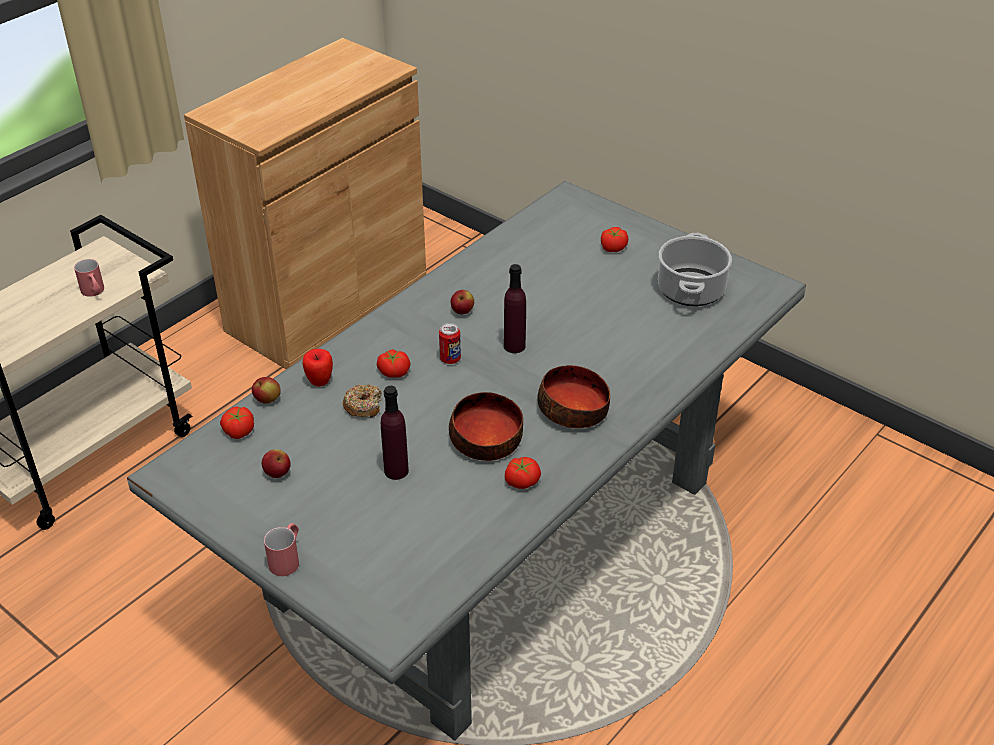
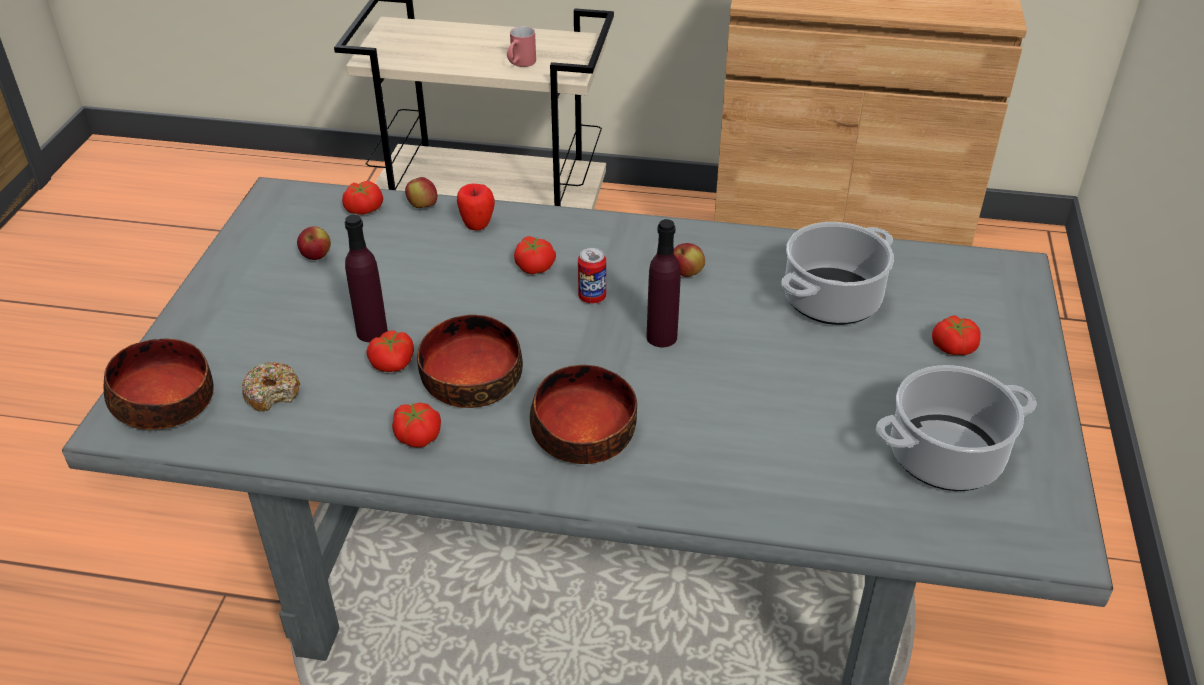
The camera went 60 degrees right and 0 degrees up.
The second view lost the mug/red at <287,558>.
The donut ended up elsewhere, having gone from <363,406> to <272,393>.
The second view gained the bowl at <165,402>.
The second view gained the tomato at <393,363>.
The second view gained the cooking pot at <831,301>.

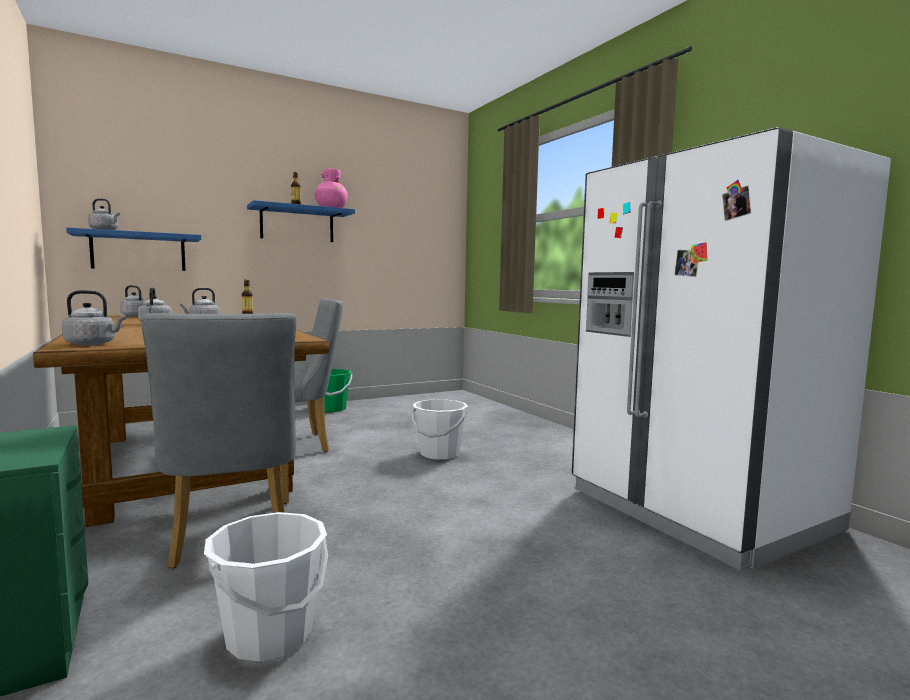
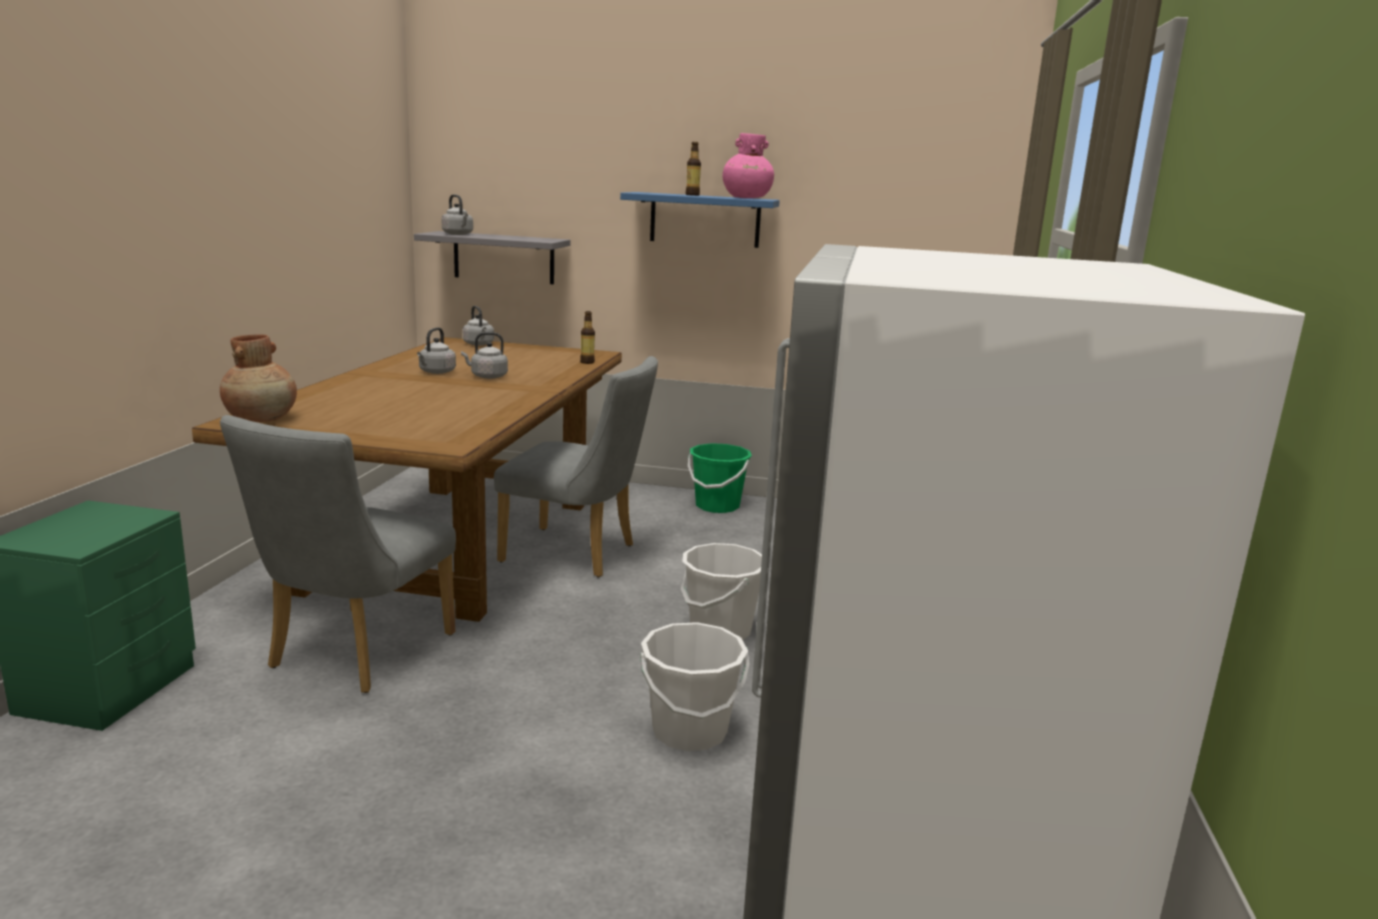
The camera went 40 degrees right and 10 degrees up.
Where the kettle/grey stood at <93,344>, the vase/brown came to stand at <262,419>.
What was the shelf/blue at <139,252> turned into the shelf/grey at <504,258>.
The bucket/white ended up elsewhere, having gone from <269,635> to <689,731>.

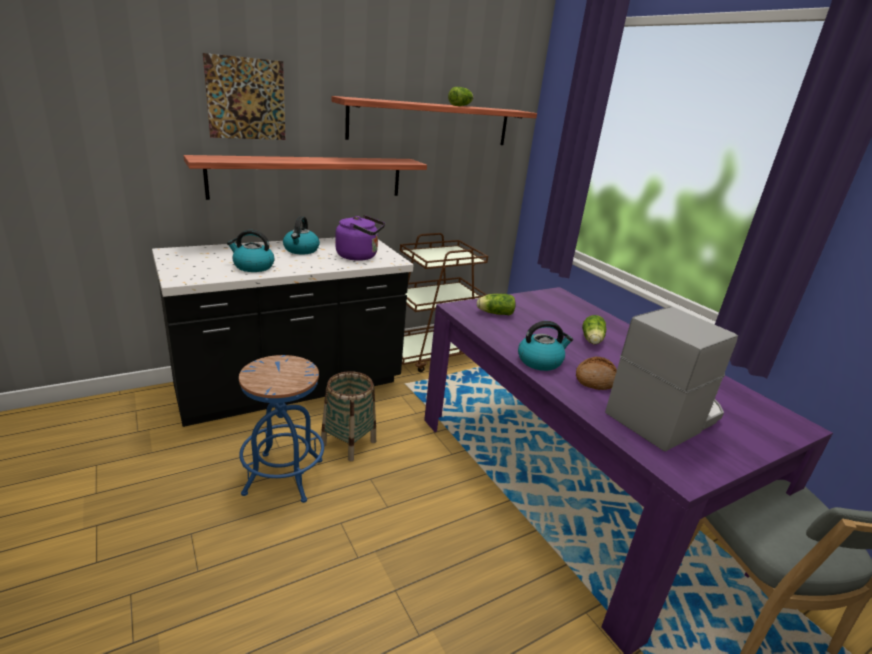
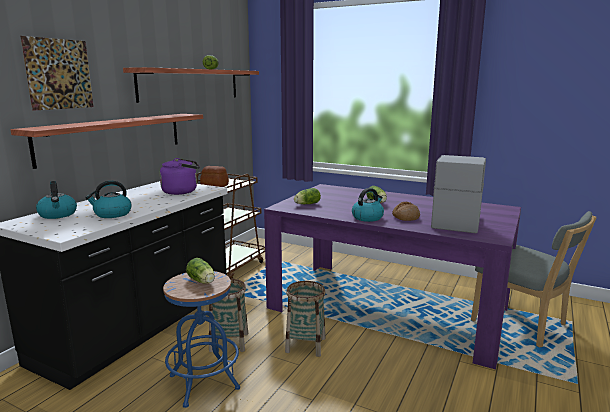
The camera went 30 degrees left and 10 degrees down.
The kettle ended up elsewhere, having gone from <301,250> to <58,215>.
The second view gained the lettuce at <202,281>.
The second view gained the bread at <214,185>.
The second view gained the basket at <305,345>.

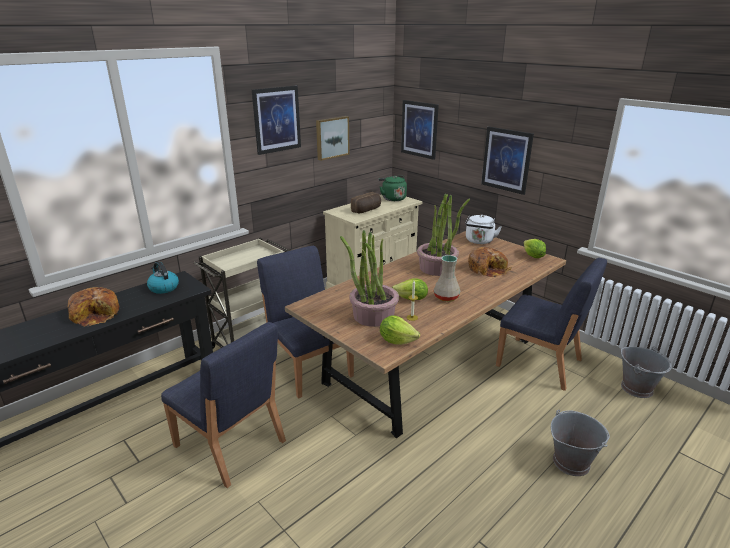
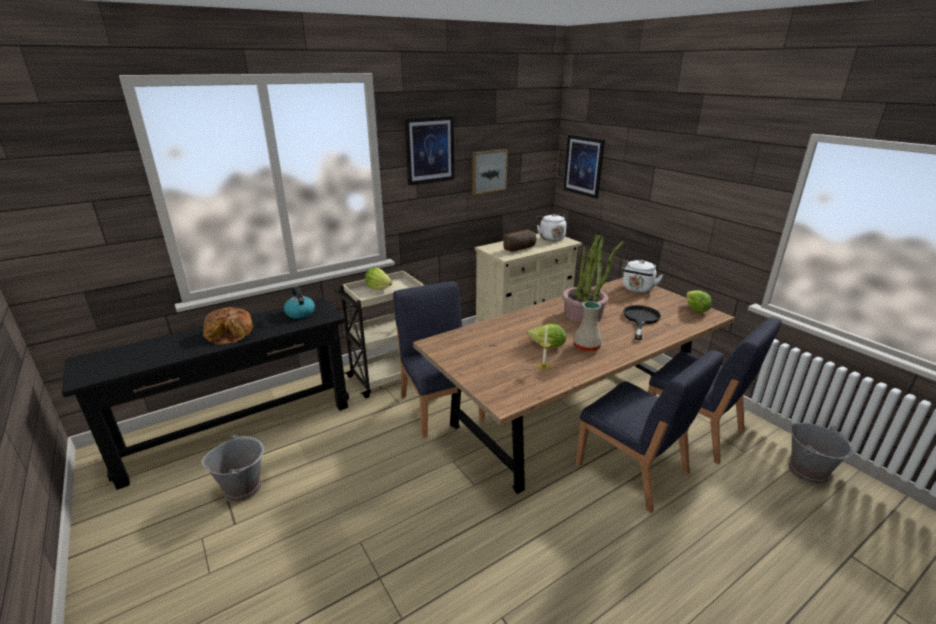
The camera went 10 degrees right and 0 degrees up.
The chair/blue ended up elsewhere, having gone from <230,444> to <633,470>.
The second view lost the potted plant at <373,315>.
What was the kettle/green at <392,198> turned into the kettle/white at <550,238>.
The lettuce ended up elsewhere, having gone from <397,340> to <378,287>.
Where the bread stood at <487,268>, the frying pan/black came to stand at <640,319>.
The second view lost the picture at <506,160>.
The bucket/grey ended up elsewhere, having gone from <571,462> to <243,488>.

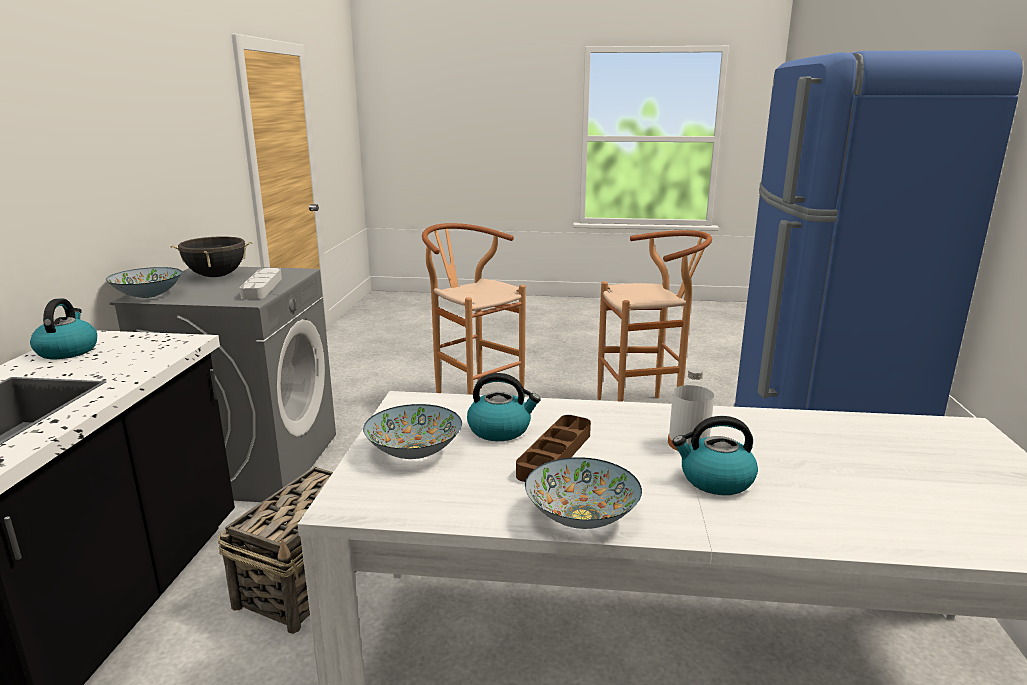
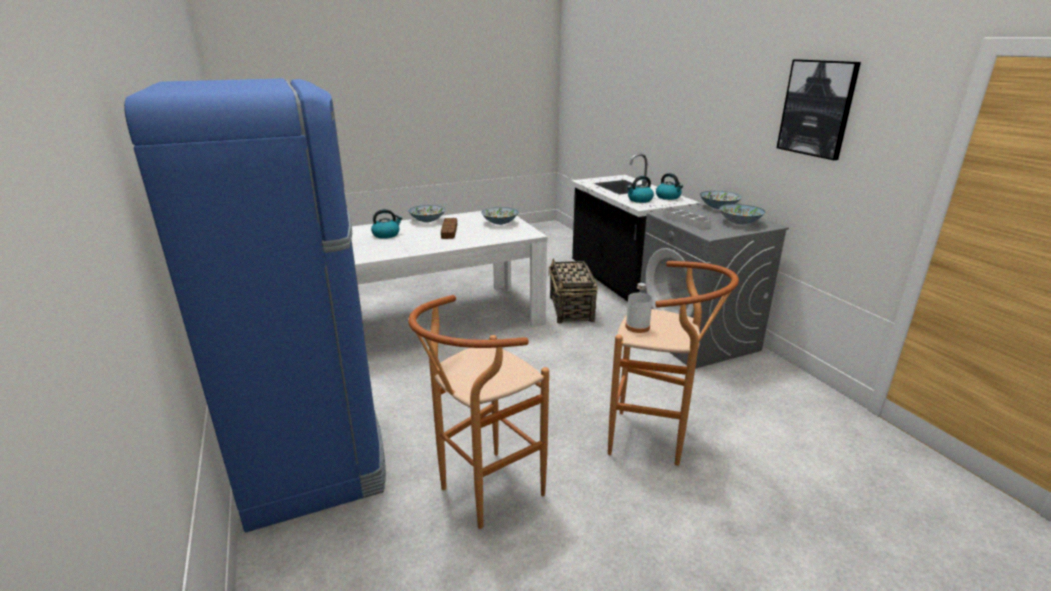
The camera went 150 degrees right and 5 degrees up.
Where the cooking pot/black stood at <216,276>, the bowl came to stand at <739,222>.
The kettle ended up elsewhere, having gone from <500,429> to <639,200>.
The bottle/white ended up elsewhere, having gone from <688,443> to <637,327>.
The second view gained the picture at <817,108>.

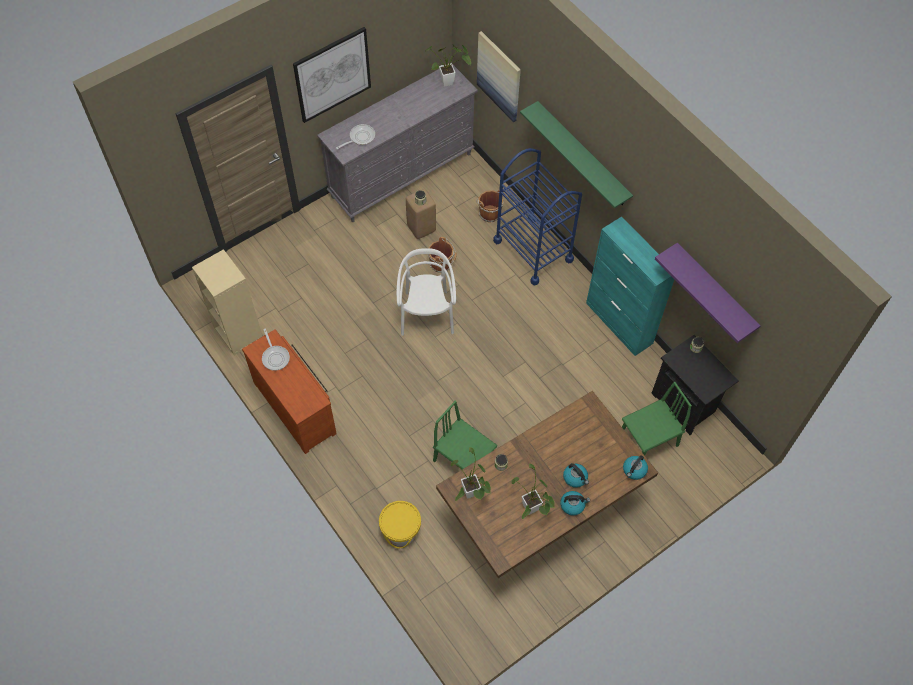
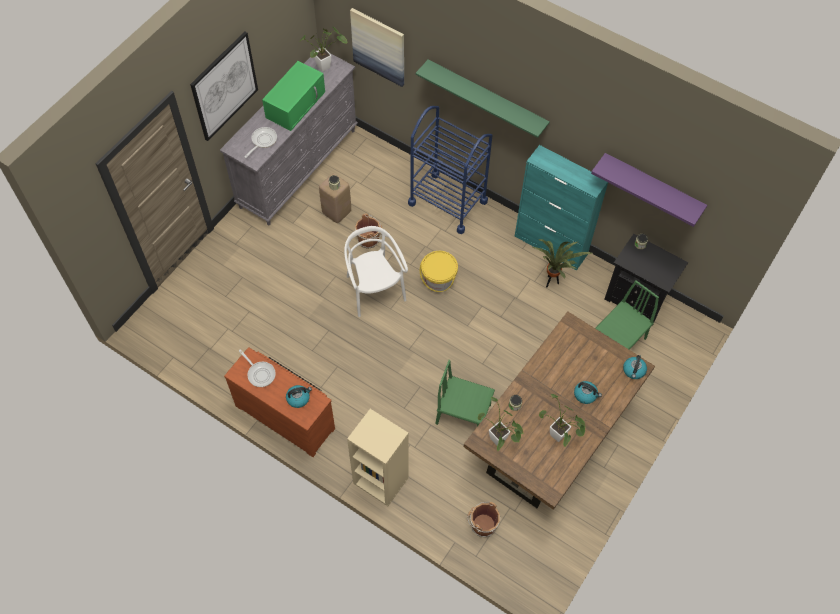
The camera went 20 degrees left and 0 degrees up.
The bookcase/beige ended up elsewhere, having gone from <237,332> to <380,480>.
The bucket/yellow ended up elsewhere, having gone from <400,531> to <438,280>.
The bucket/brown ended up elsewhere, having gone from <489,213> to <482,525>.
The kettle ended up elsewhere, having gone from <573,505> to <298,398>.
The second view gained the microwave/green at <296,104>.
The second view gained the potted plant at <551,282>.

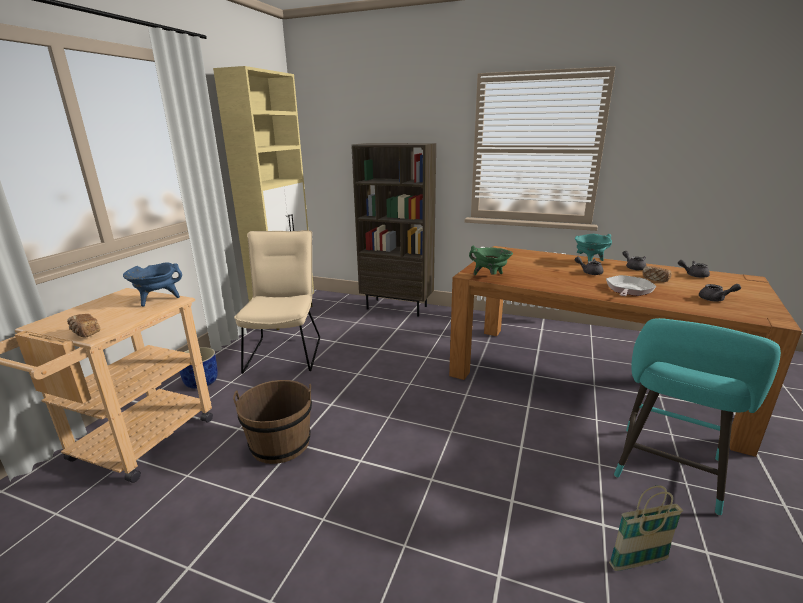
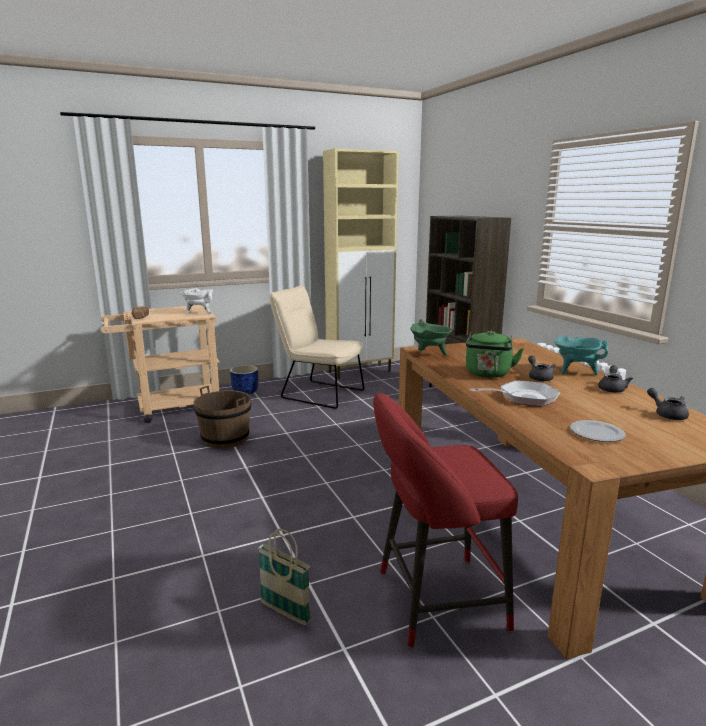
The camera went 45 degrees right and 5 degrees down.
What was the cooking pot/blue at <157,300> turned into the cooking pot/white at <199,312>.
The chair/beige at <285,351> ended up facing another way, 105 degrees counterclockwise from before.
What was the stool/turquoise at <667,472> turned into the stool/red at <433,601>.
The second view lost the bread at <655,279>.
Where the teapot/grey stood at <715,299>, the plate came to stand at <598,433>.
The second view gained the kettle/green at <488,374>.

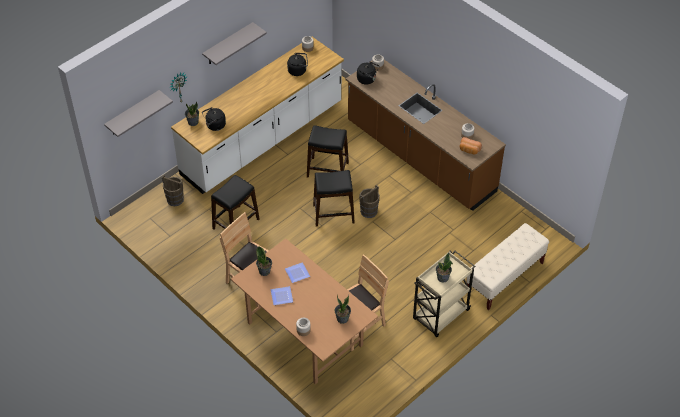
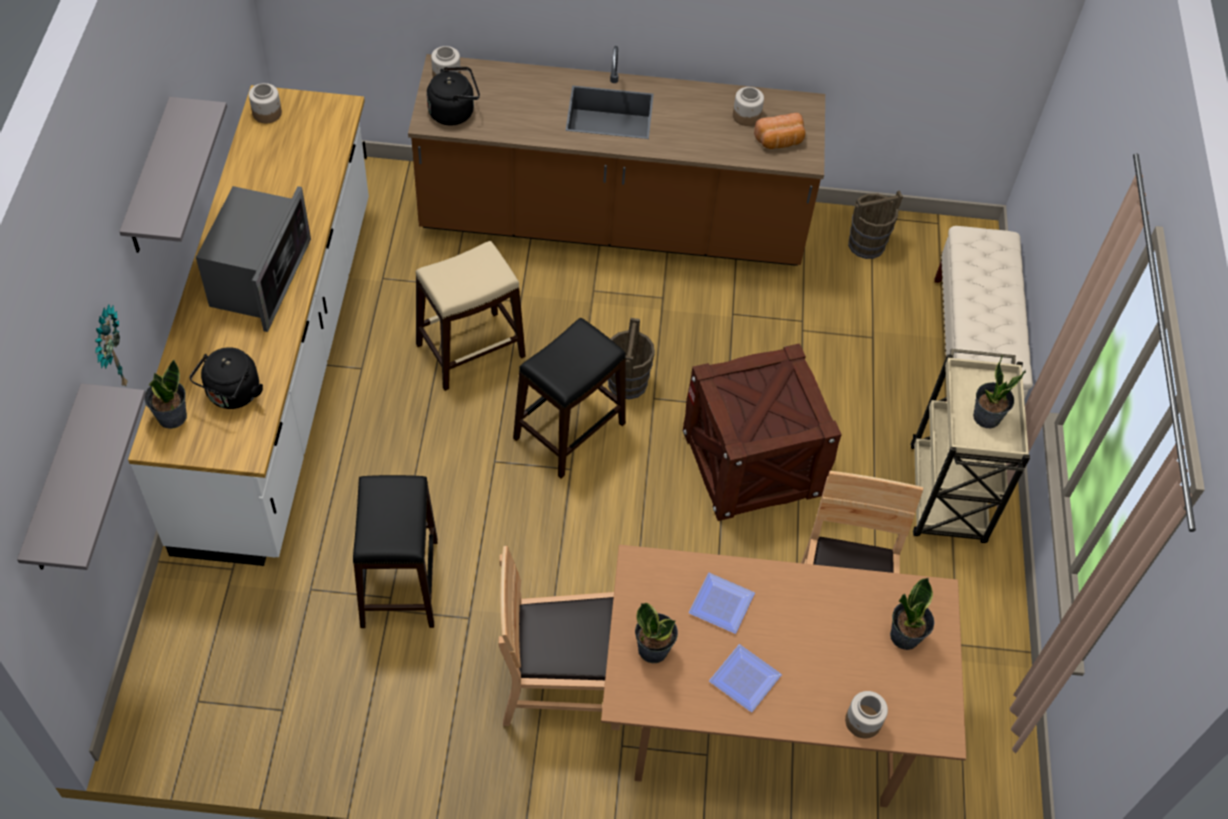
The camera went 45 degrees left and 5 degrees up.
The bucket/brown ended up elsewhere, having gone from <175,199> to <866,244>.
The second view lost the kettle/black at <298,70>.
What was the stool/black at <327,169> turned into the stool/beige at <470,350>.
The second view gained the microwave at <259,277>.
The second view gained the crate at <751,462>.

